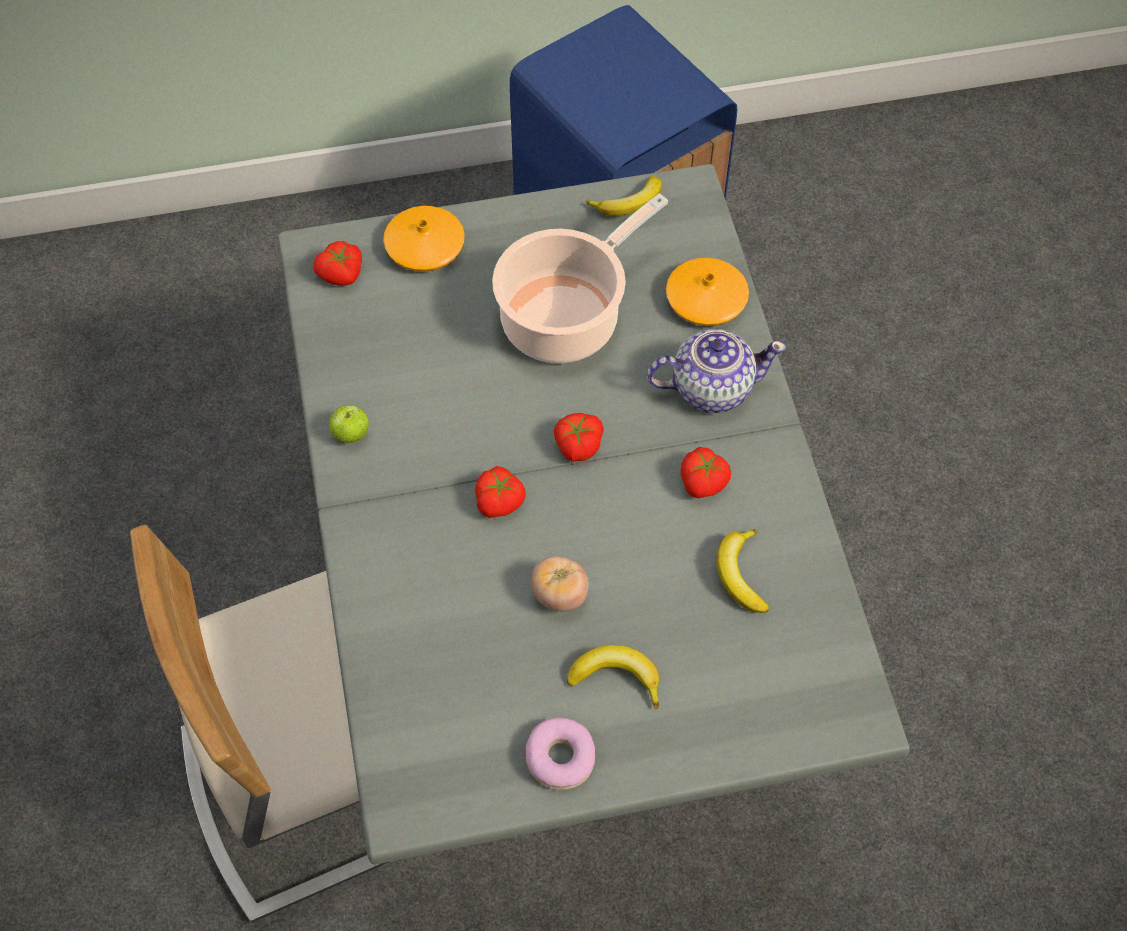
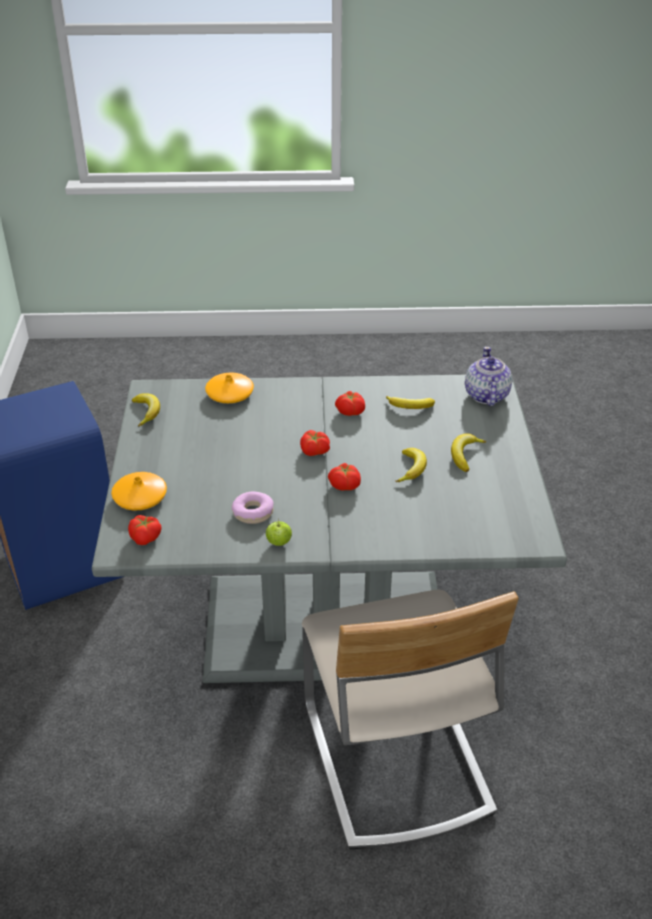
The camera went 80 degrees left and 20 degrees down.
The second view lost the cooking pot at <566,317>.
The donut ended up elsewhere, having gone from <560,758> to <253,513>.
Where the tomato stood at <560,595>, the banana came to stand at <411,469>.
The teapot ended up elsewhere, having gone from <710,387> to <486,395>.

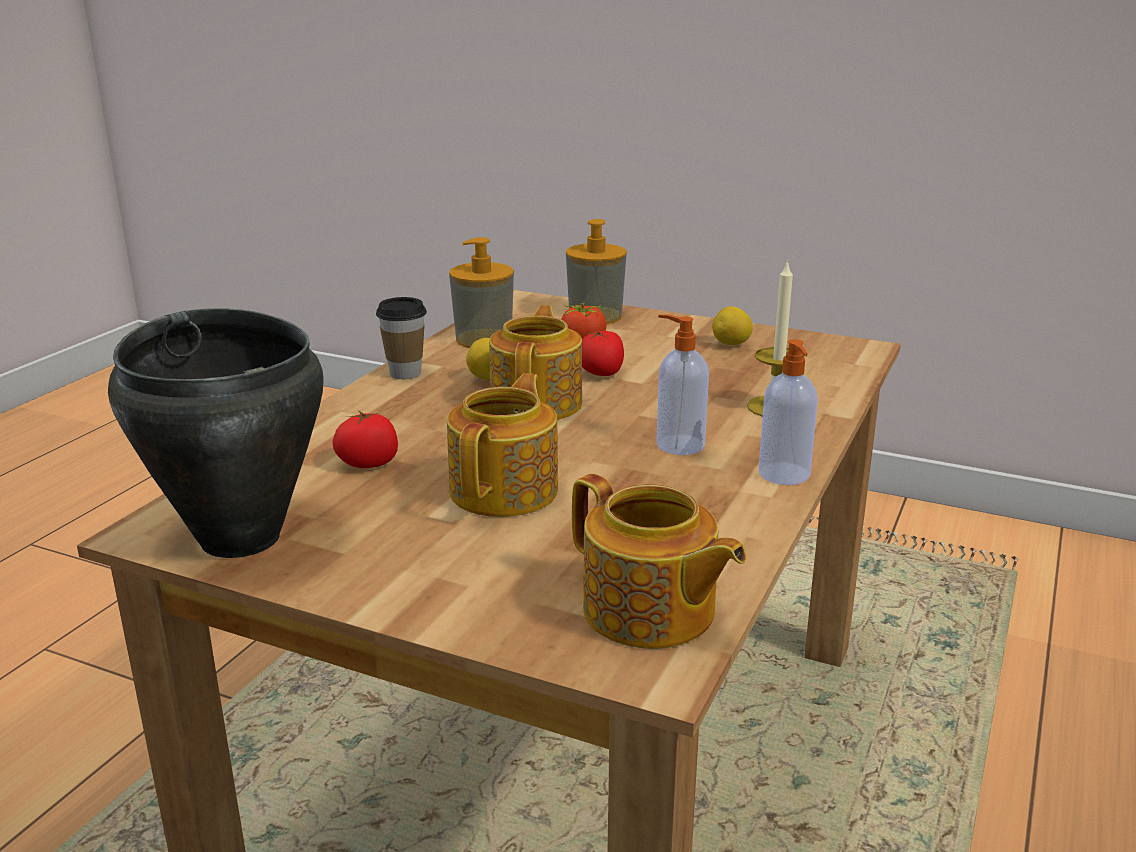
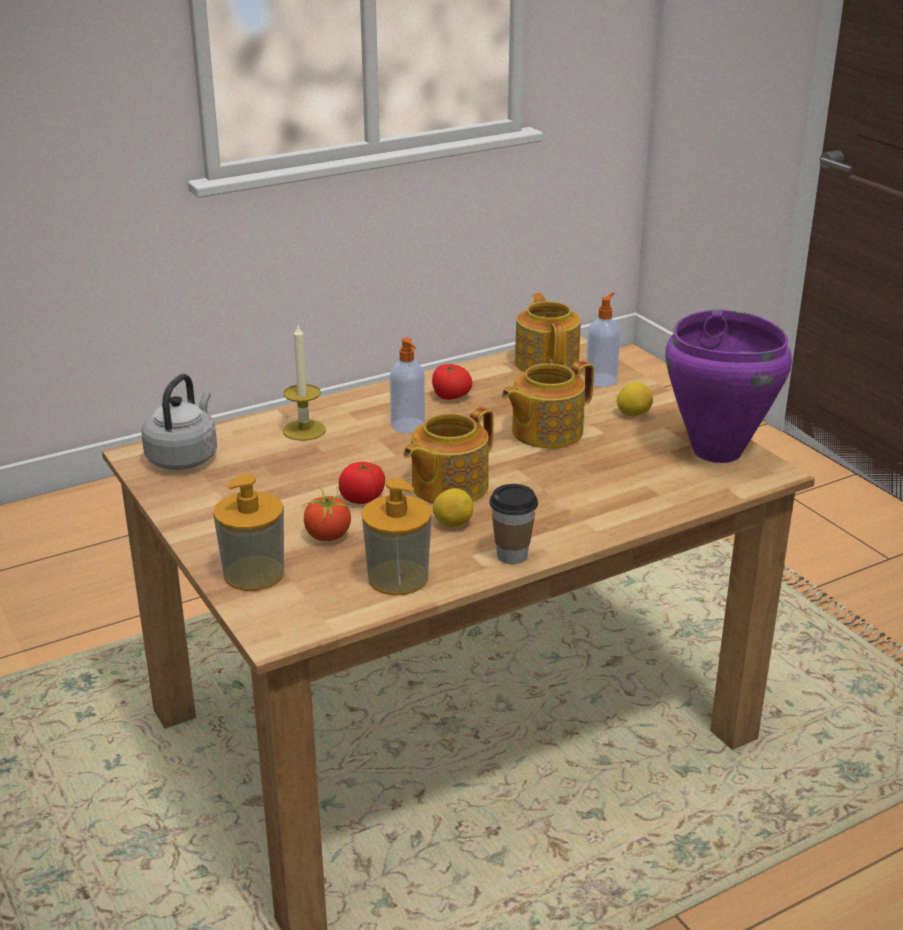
The camera went 145 degrees left and 5 degrees up.
What was the cooking pot/black at <241,537> turned into the cooking pot/purple at <716,452>.
The tomato ended up elsewhere, having gone from <368,463> to <450,397>.
The lemon ended up elsewhere, having gone from <731,344> to <633,414>.
The soap dispenser ended up elsewhere, having gone from <784,475> to <601,380>.
The second view gained the kettle/grey at <184,457>.

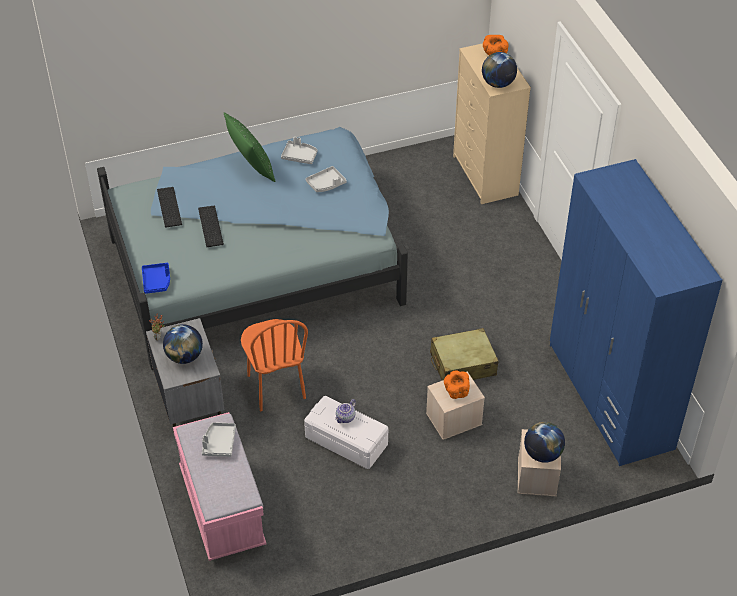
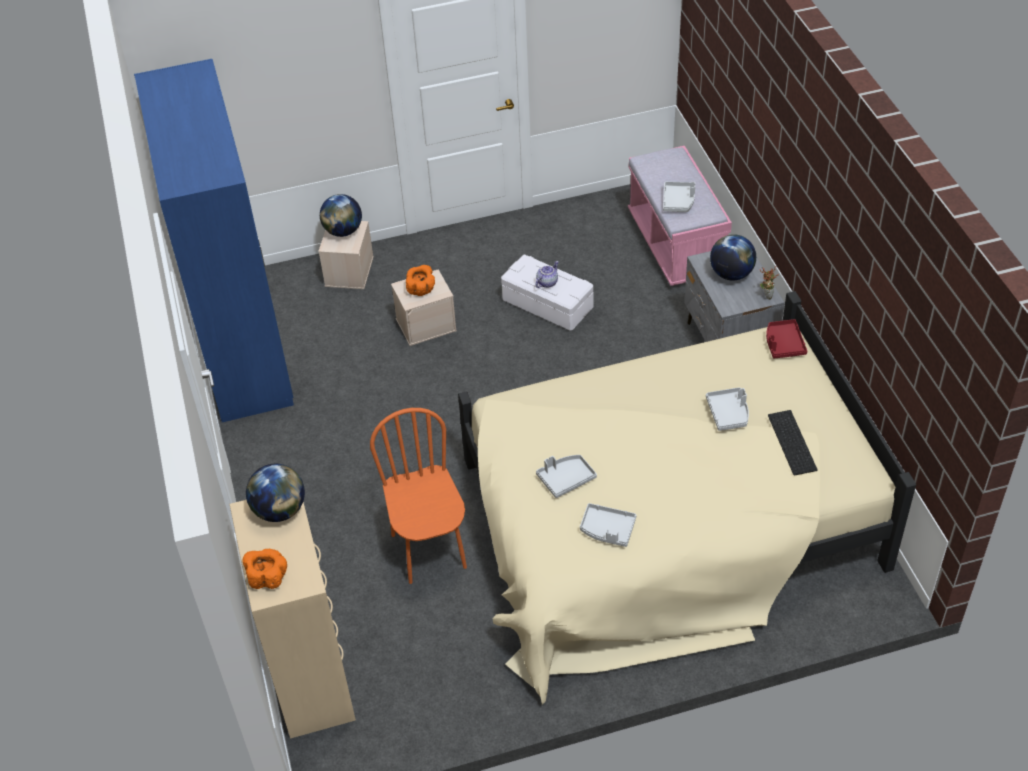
The camera went 175 degrees left and 0 degrees up.
What was the bed/blue at <259,262> turned into the bed/beige at <665,525>.
What was the tray/blue at <157,281> turned into the tray/red at <783,344>.
Where the keyboard stood at <209,226>, the tray/grey came to stand at <728,413>.
The second view lost the pillow/green at <251,168>.
The chair/orange ended up elsewhere, having gone from <275,387> to <429,551>.
The second view lost the suitcase/beige at <462,364>.

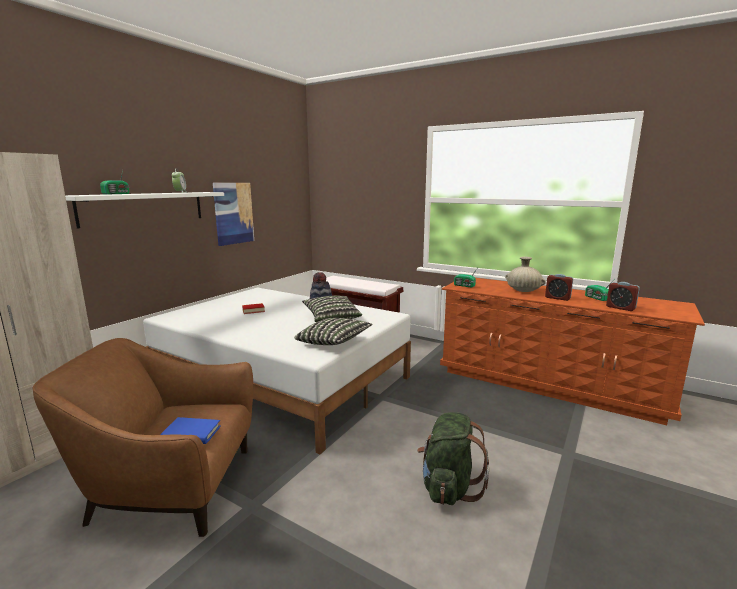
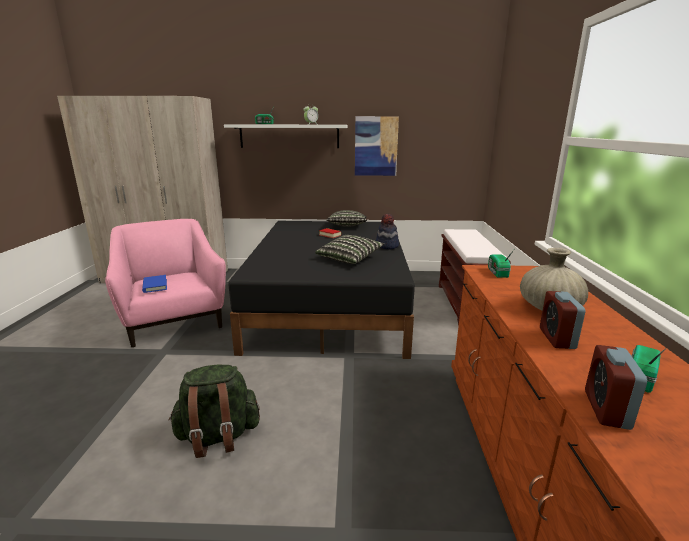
The camera went 60 degrees right and 5 degrees up.
What was the armchair/brown at <171,487> turned into the armchair/pink at <174,320>.
What was the bed/white at <282,380> turned into the bed/black at <330,304>.
The pillow ended up elsewhere, having gone from <334,343> to <347,226>.

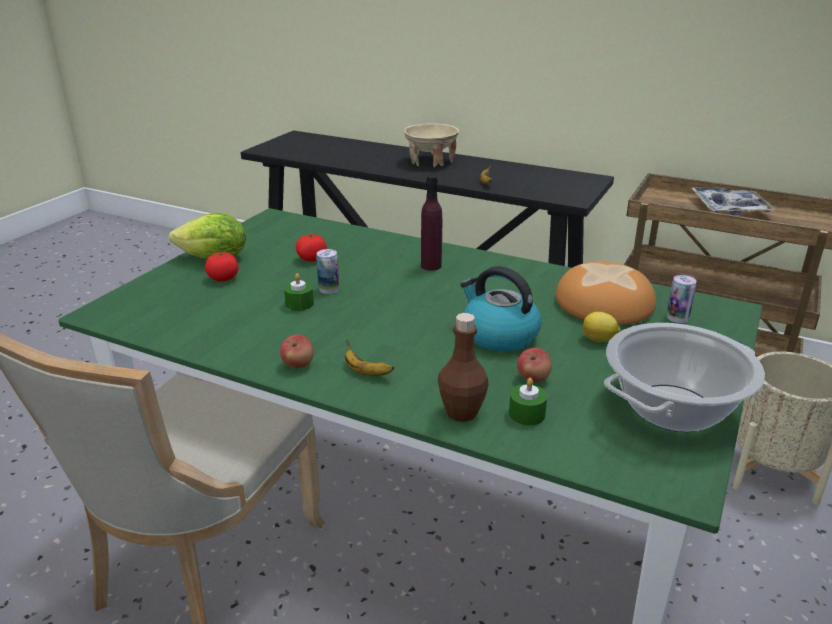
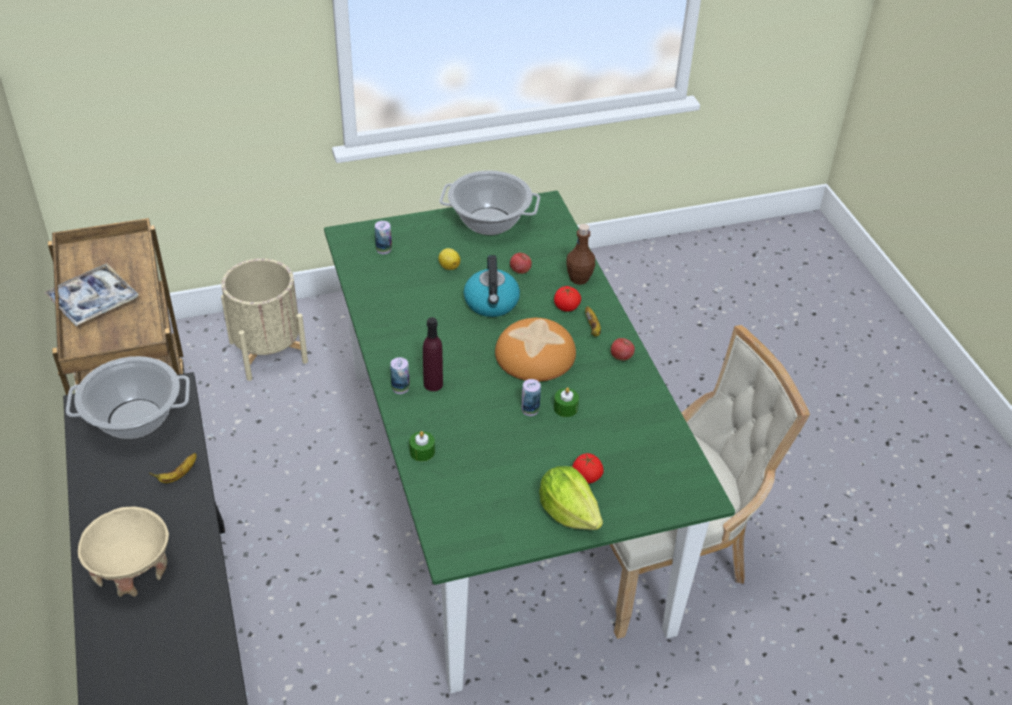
The camera went 135 degrees left and 15 degrees up.
The tomato ended up elsewhere, having gone from <312,259> to <566,307>.
The candle/green ended up elsewhere, having gone from <526,414> to <422,452>.
The bread ended up elsewhere, having gone from <605,303> to <535,354>.
The second view gained the cooking pot at <134,419>.
The second view gained the can at <400,388>.

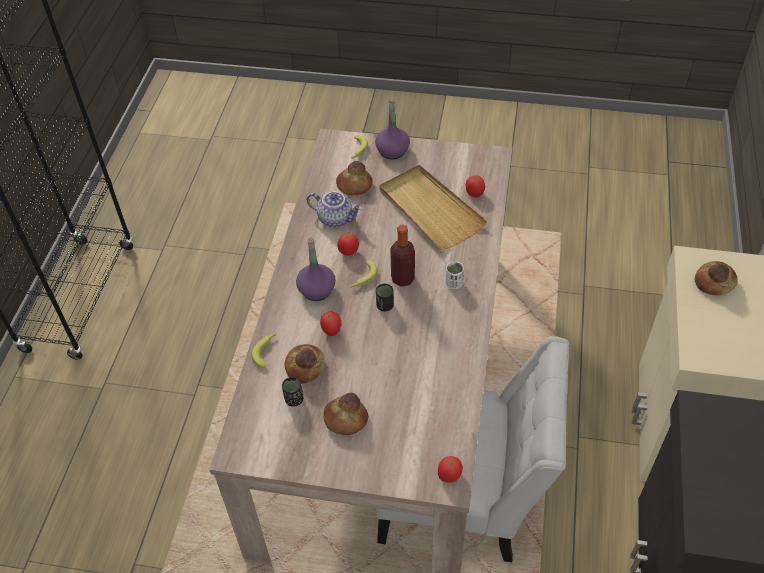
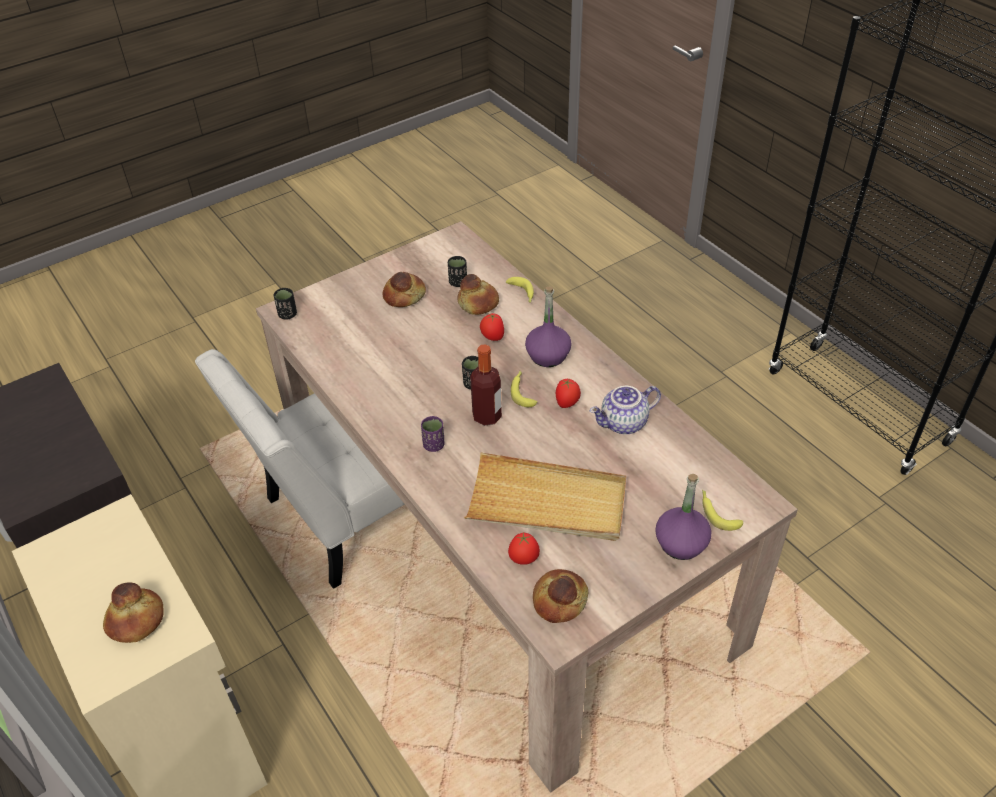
The camera went 135 degrees right and 5 degrees down.
The bread ended up elsewhere, having gone from <354,186> to <560,601>.
Where the tomato stood at <449,476>, the cup/black came to stand at <287,315>.
What was the cup/white at <454,283> turned into the cup/purple at <434,445>.

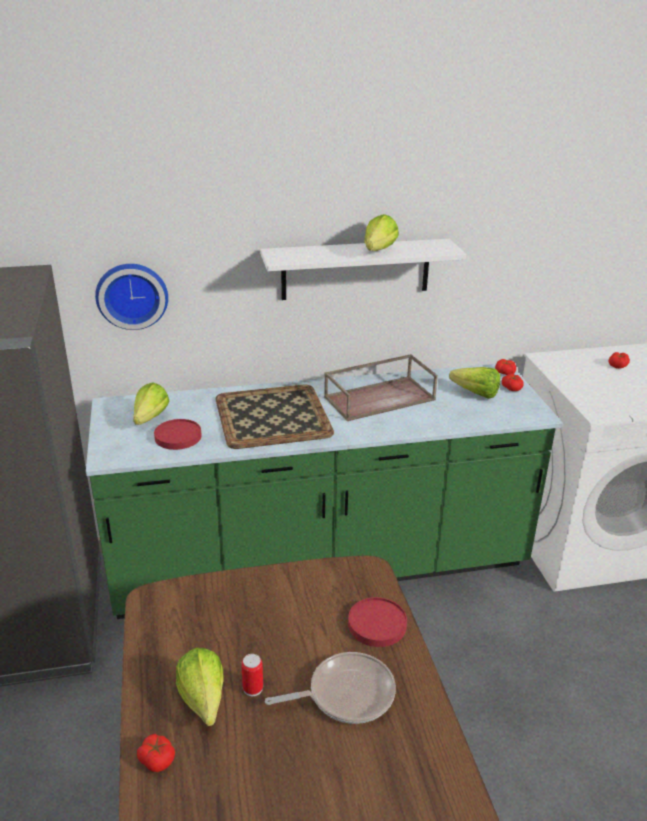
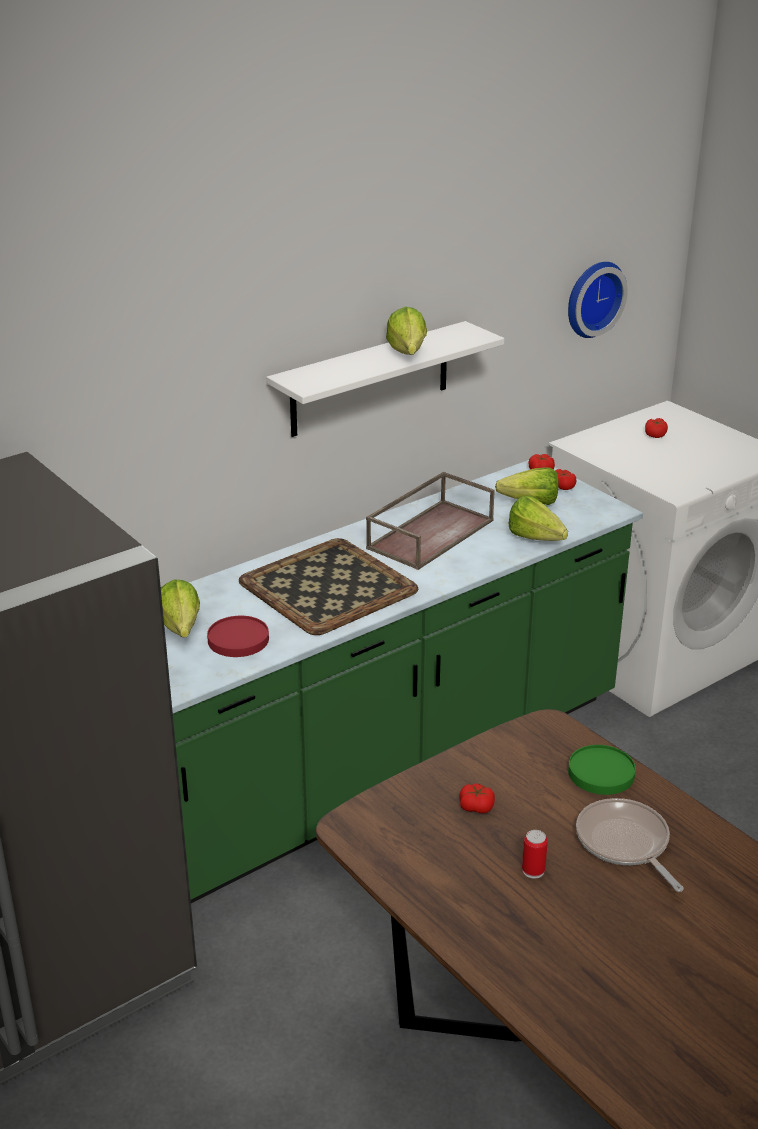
The camera went 25 degrees left and 0 degrees up.
The wall clock ended up elsewhere, having gone from <132,294> to <591,298>.
The tomato ended up elsewhere, having gone from <157,759> to <476,806>.
The lettuce ended up elsewhere, having gone from <203,706> to <539,541>.
The frying pan at <346,694> ended up facing another way, 75 degrees counterclockwise from before.
What was the plate/red at <376,624> turned into the plate/green at <600,773>.

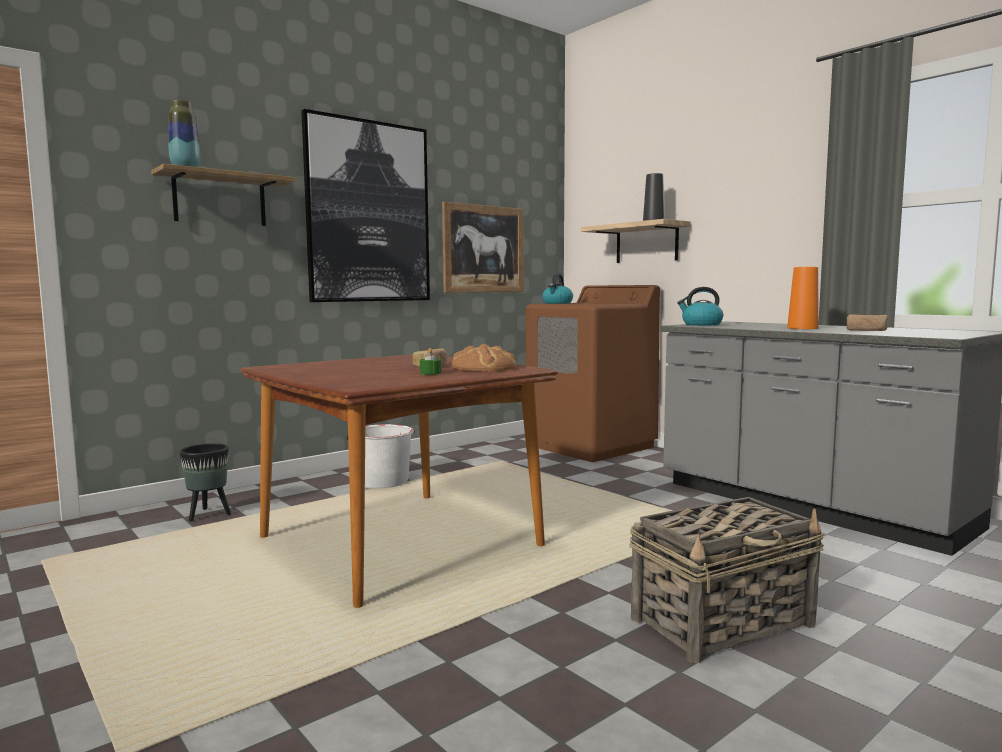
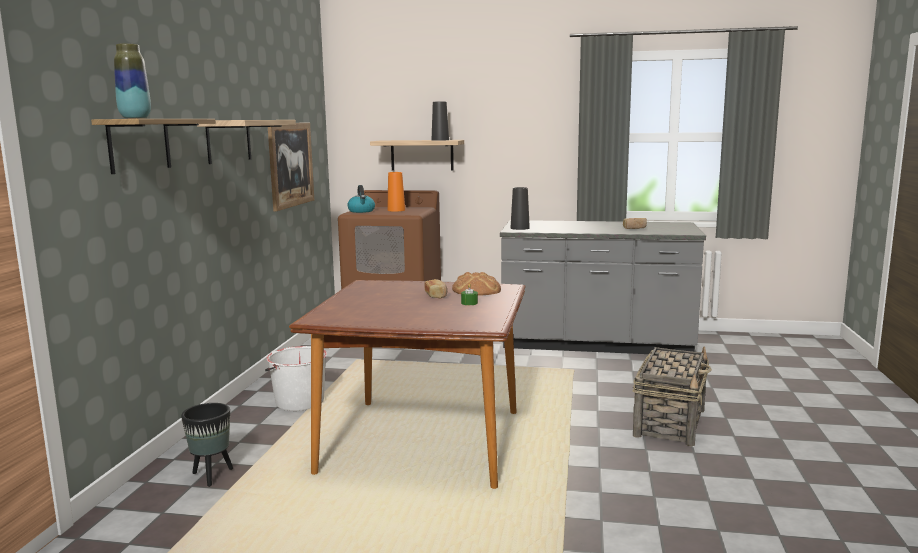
The camera went 40 degrees left and 5 degrees up.
Where the picture hung at <368,212>, the shelf came to hang at <229,141>.
Where the kettle stood at <701,324>, the vase/black came to stand at <520,228>.
The vase/orange ended up elsewhere, having gone from <802,328> to <396,210>.

